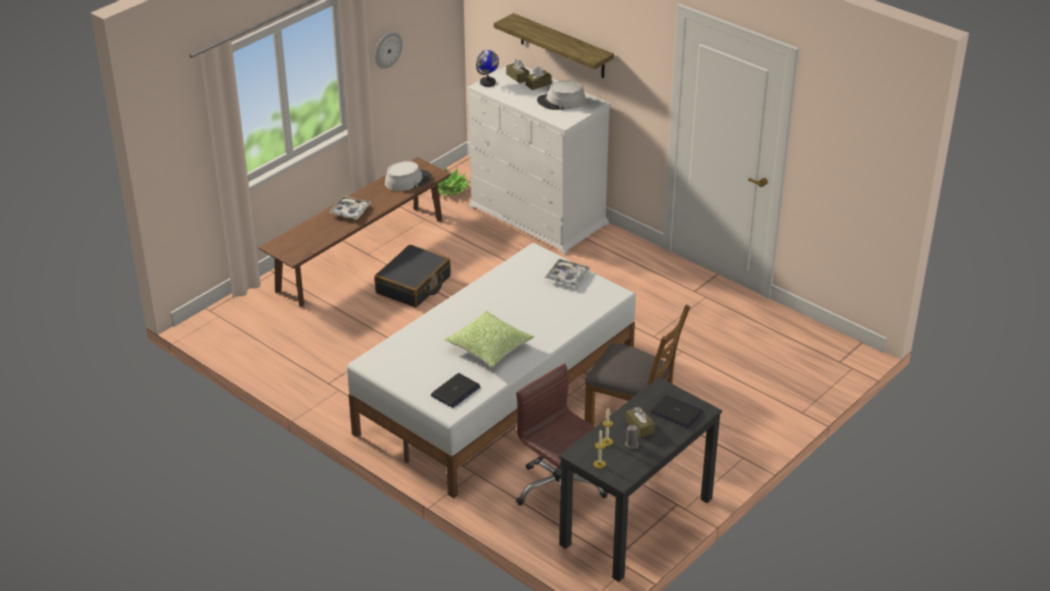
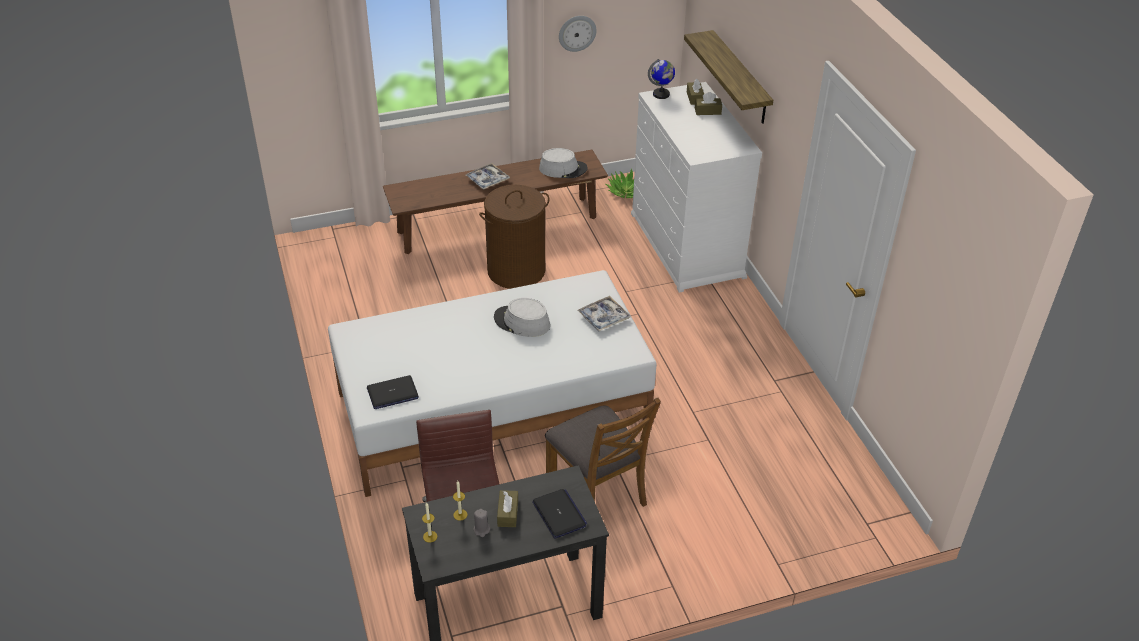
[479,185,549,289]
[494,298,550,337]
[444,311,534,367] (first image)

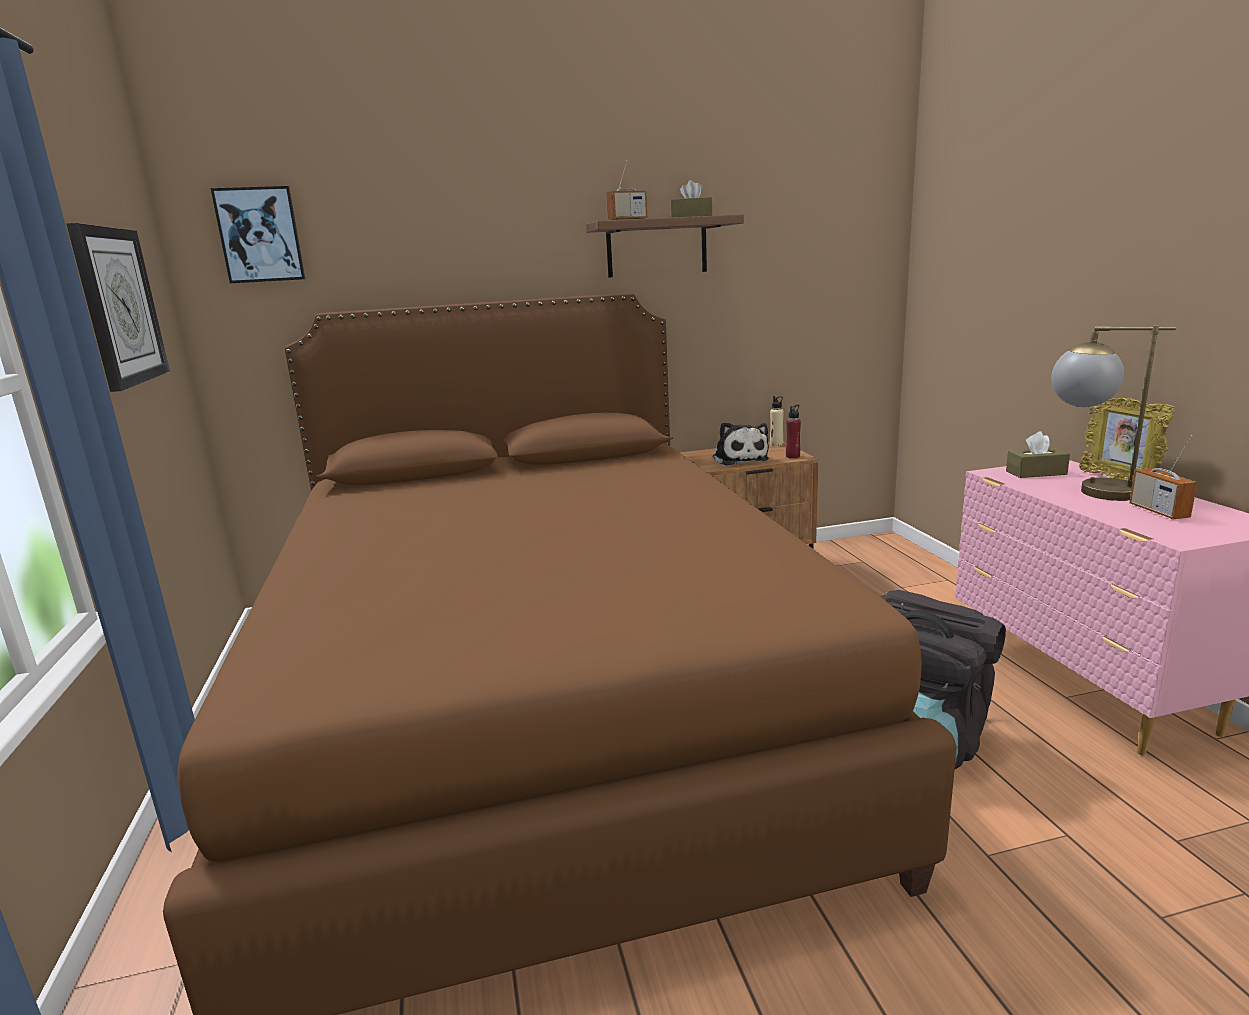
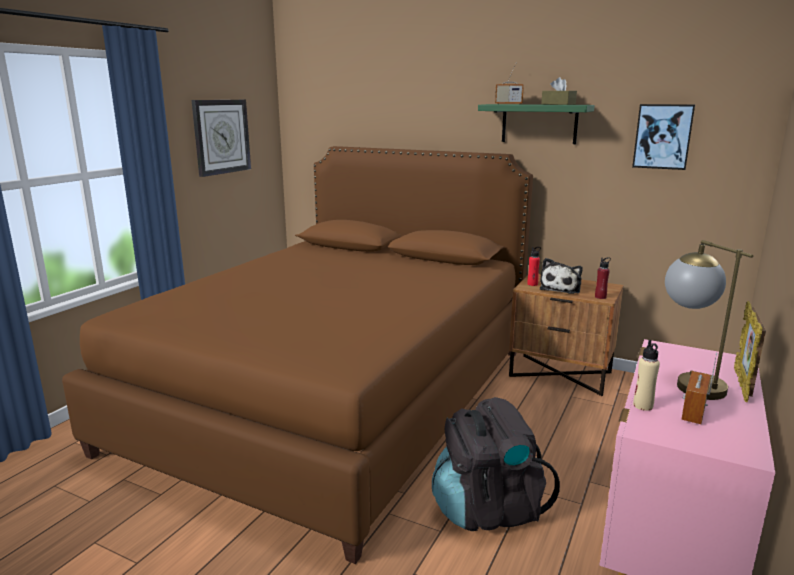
[478,104,595,144]
[527,247,541,286]
[632,104,695,170]
[633,340,660,411]
[1006,431,1070,478] (first image)

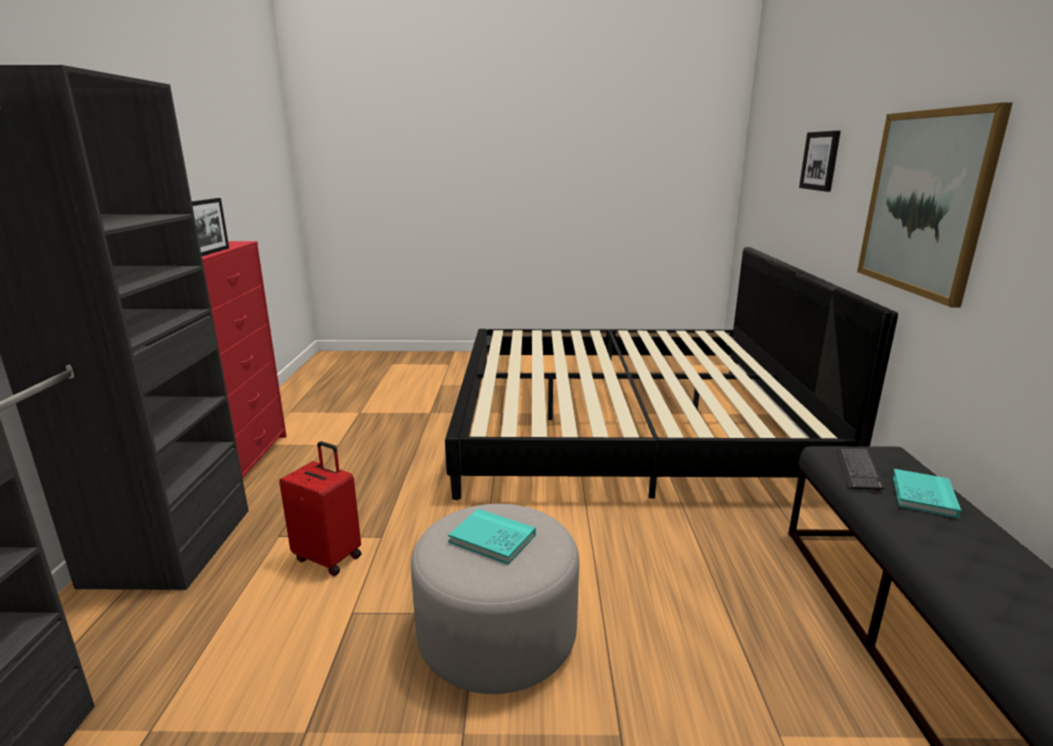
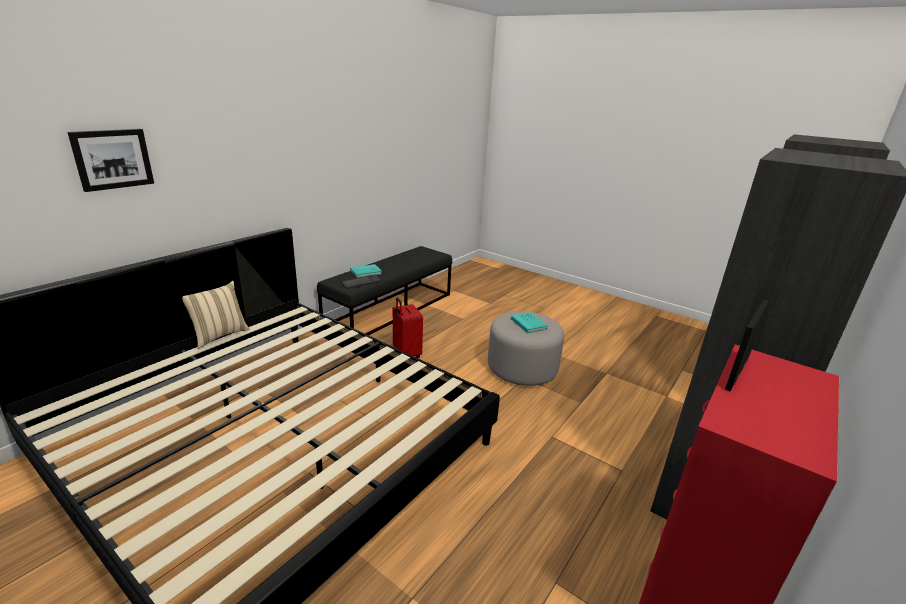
[182,281,250,349]
[393,297,423,358]
[857,102,1013,308] (first image)

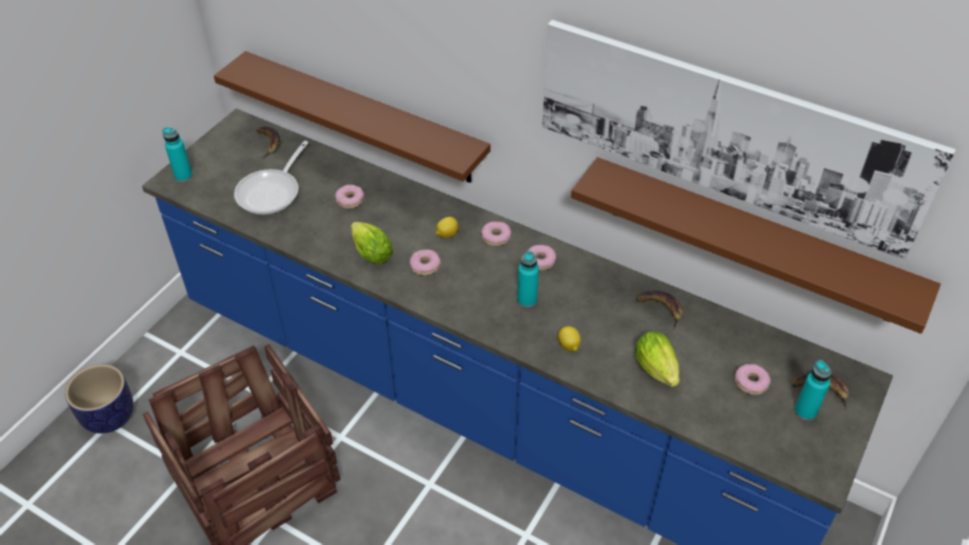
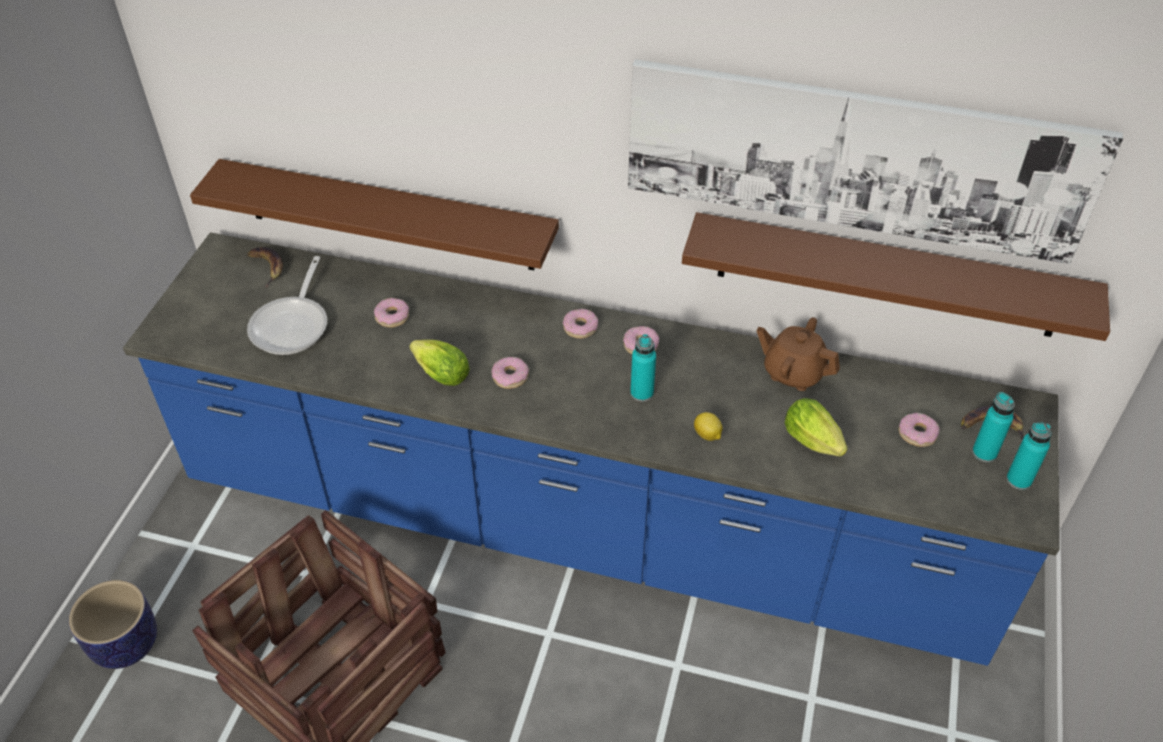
[757,317,840,391]
[1006,423,1052,490]
[436,217,459,238] (first image)

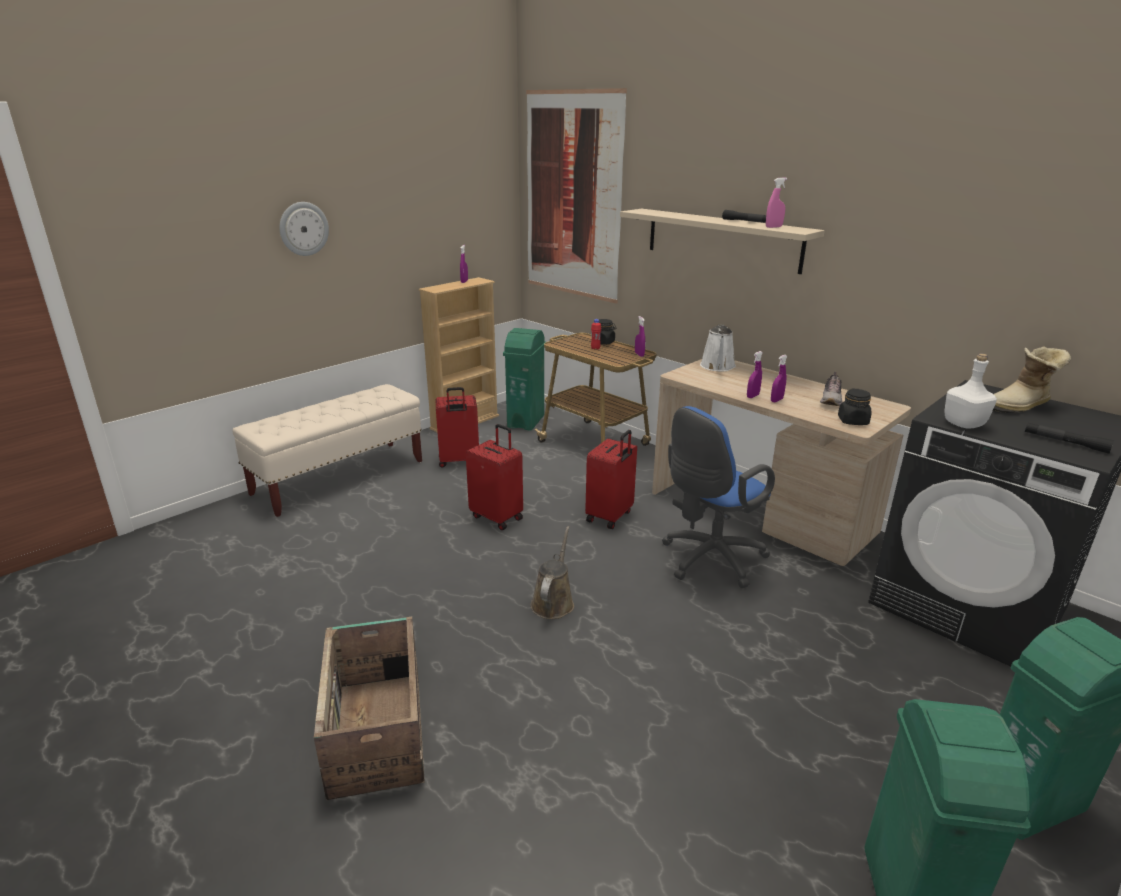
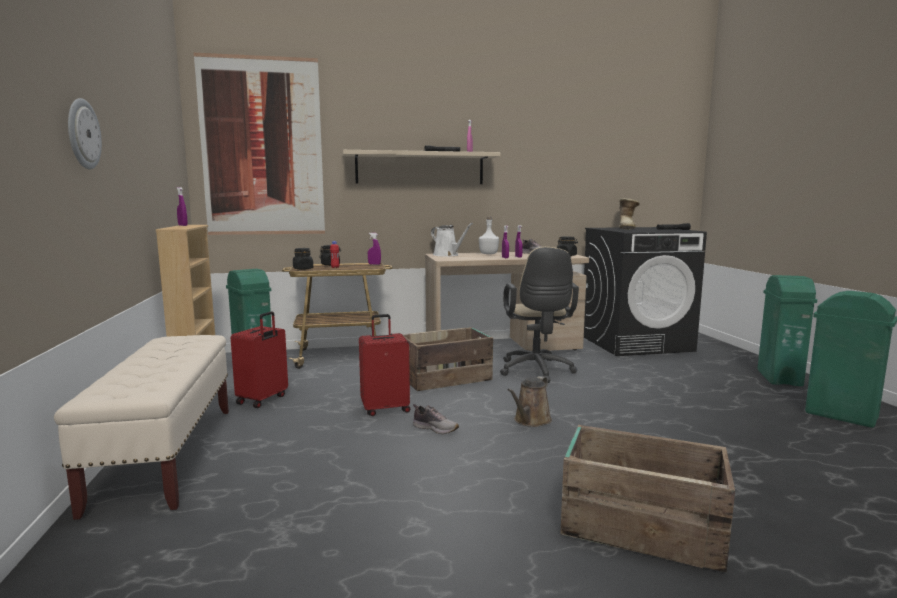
[293,248,313,270]
[402,327,493,391]
[413,404,459,434]
[479,217,499,254]
[500,247,579,383]
[508,376,552,427]

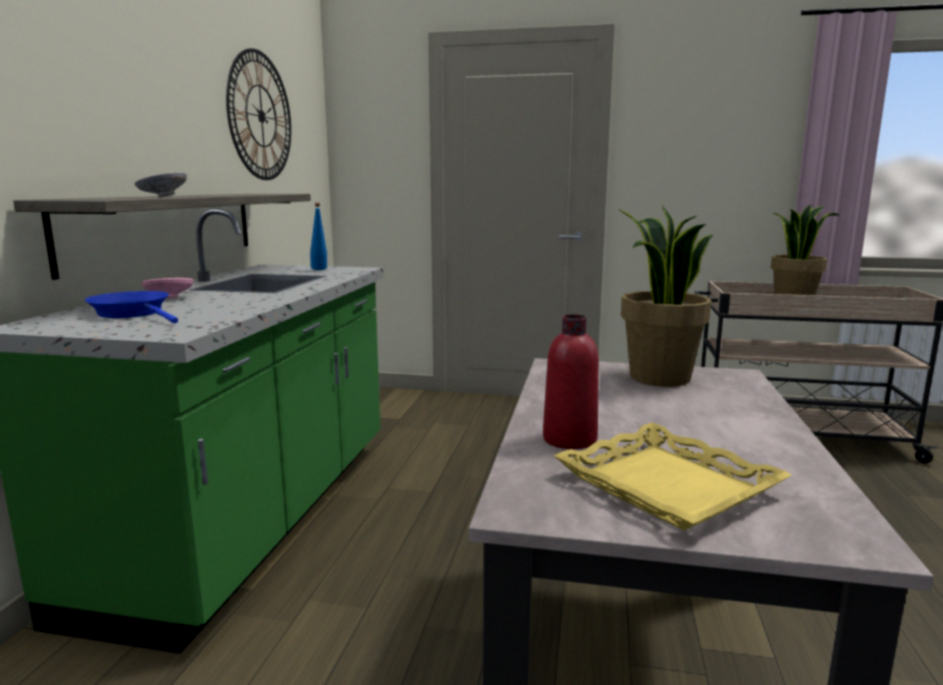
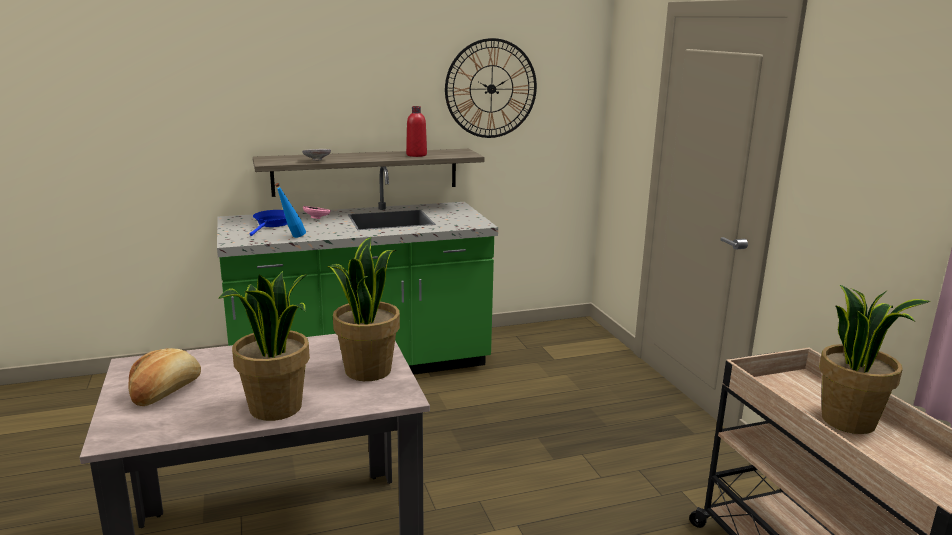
[128,348,201,406]
[219,271,310,421]
[275,183,306,238]
[406,106,427,157]

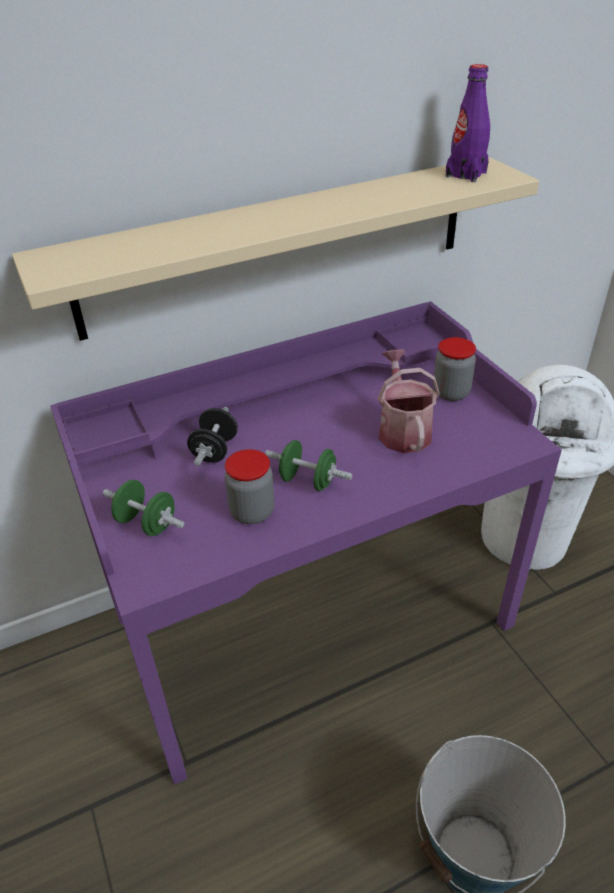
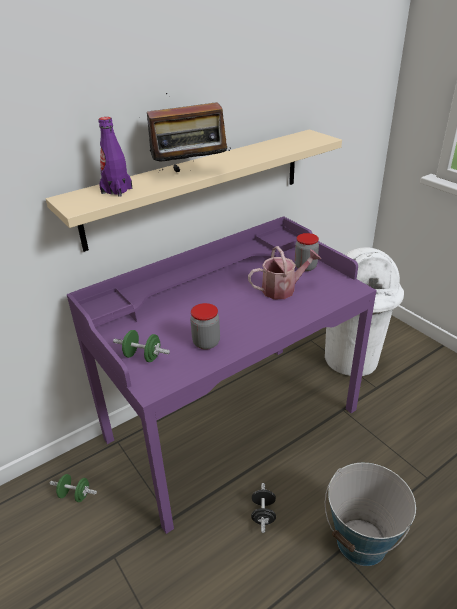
[50,474,97,502]
[98,117,132,197]
[147,93,231,172]
[248,246,321,299]
[251,483,276,533]

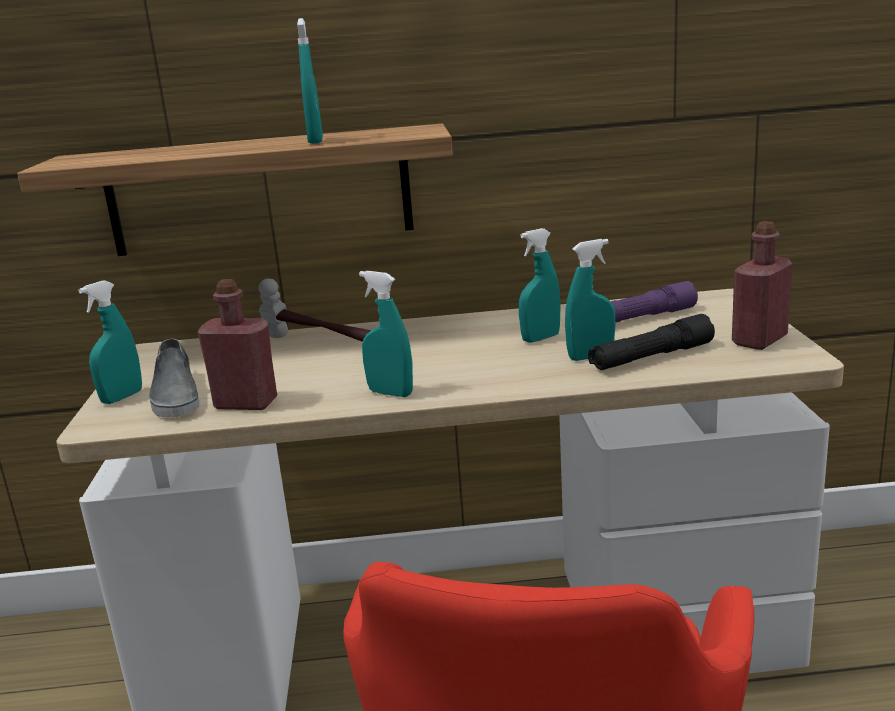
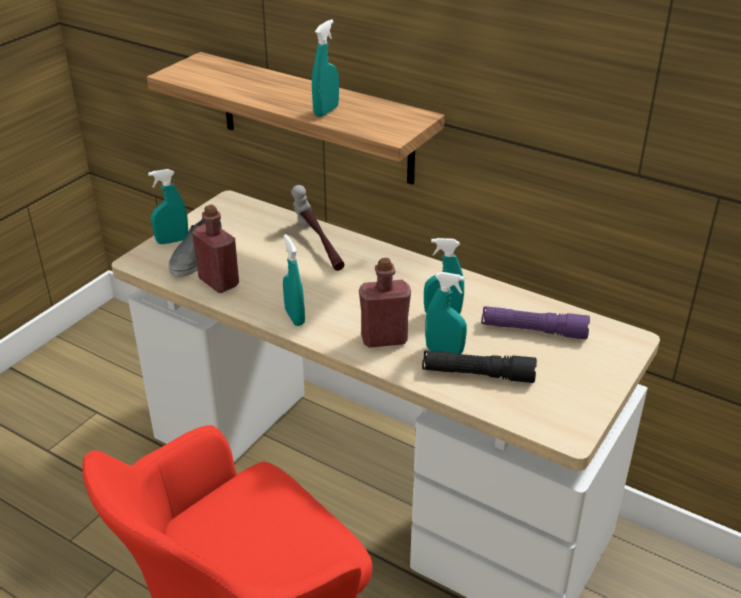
[359,258,411,348]

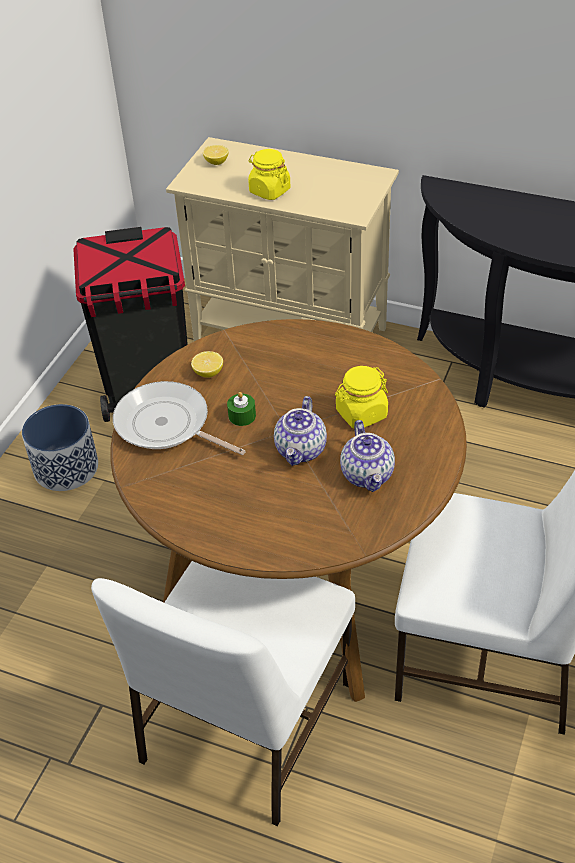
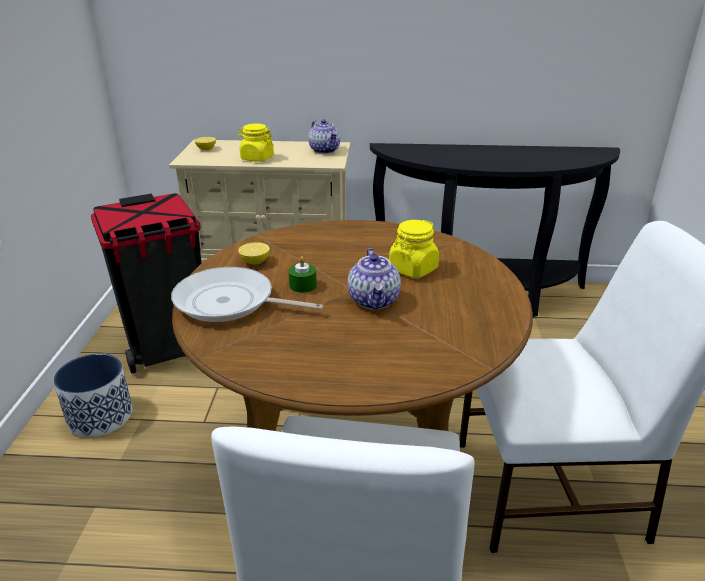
[308,119,340,154]

